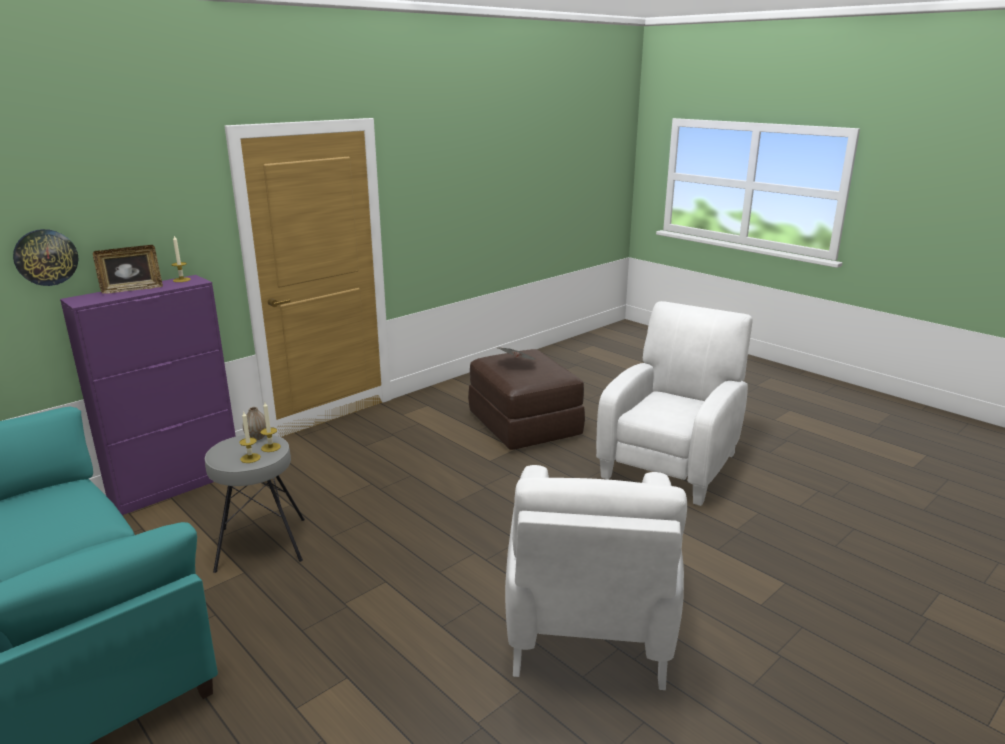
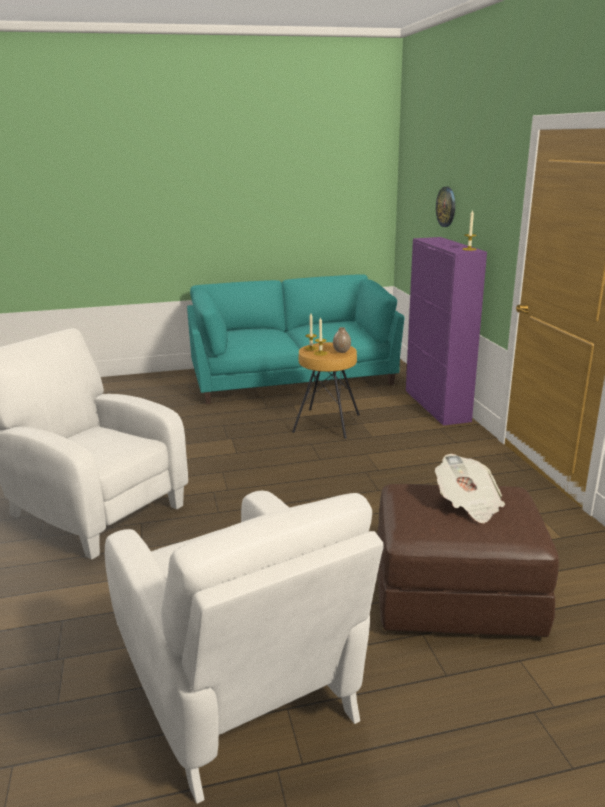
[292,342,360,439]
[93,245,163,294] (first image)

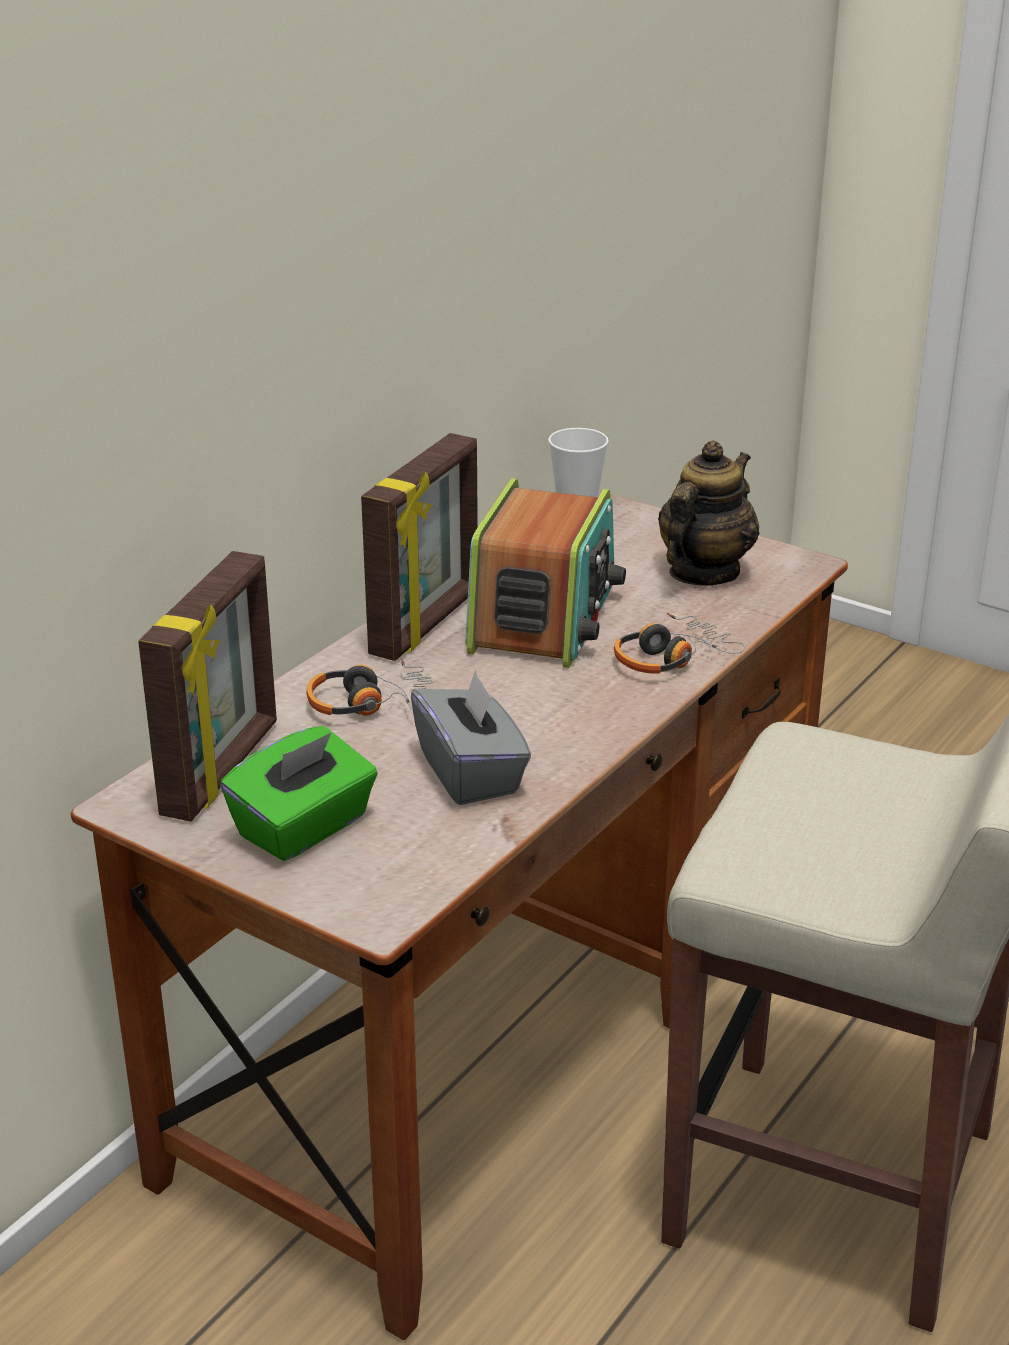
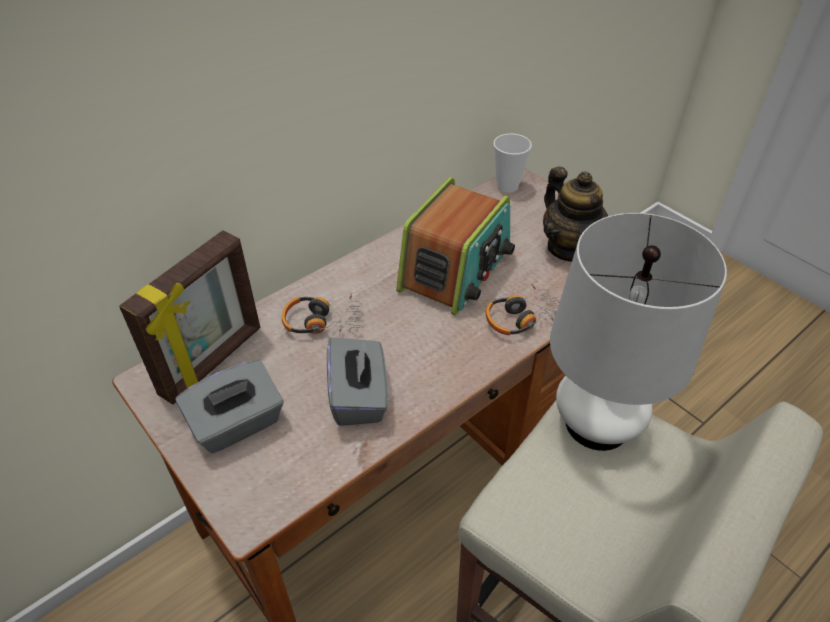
[176,360,284,453]
[543,167,608,262]
[550,213,727,451]
[361,433,478,661] (first image)

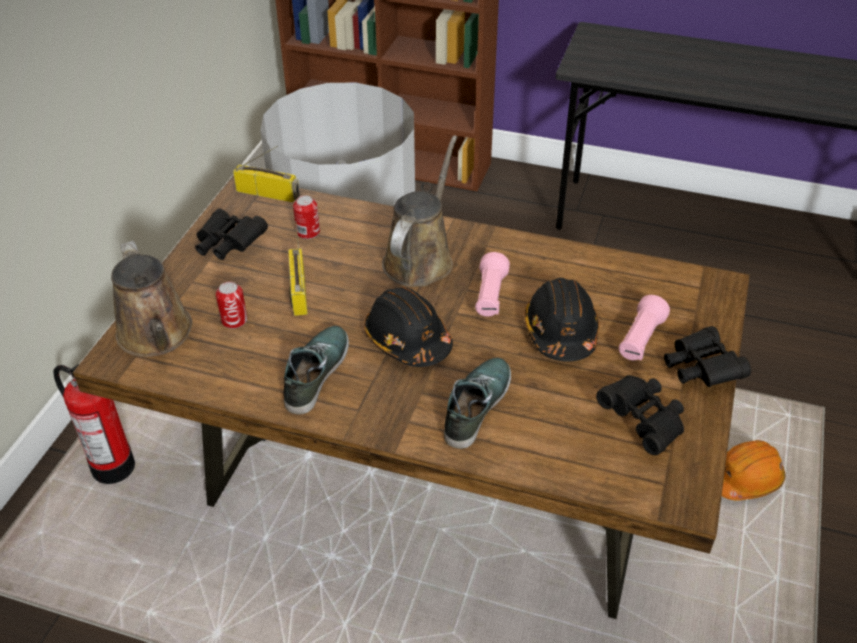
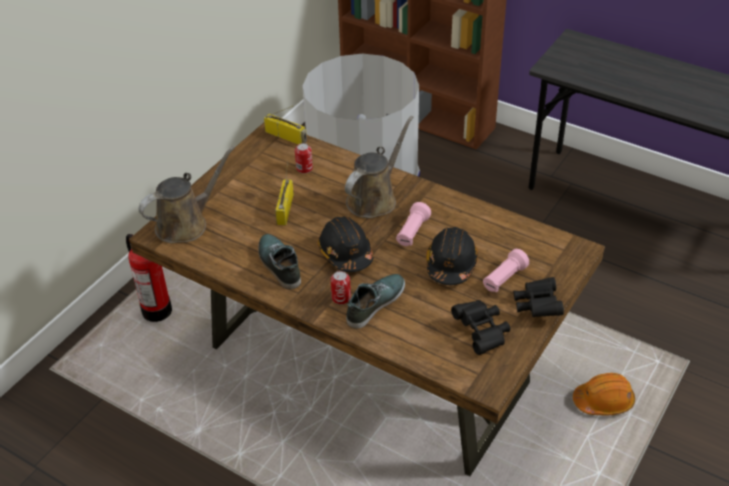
[138,146,235,244]
[258,234,301,289]
[331,271,351,305]
[195,209,268,260] (first image)

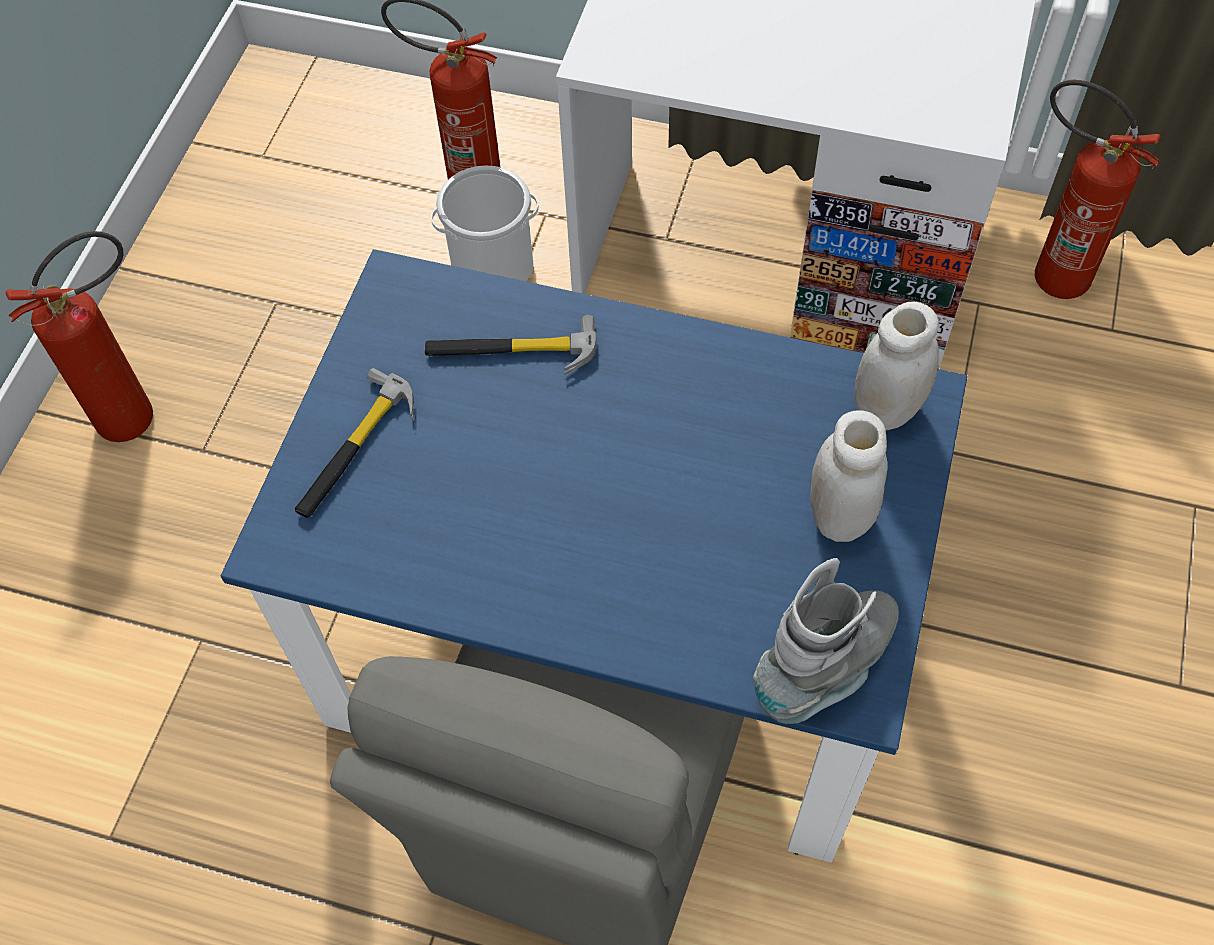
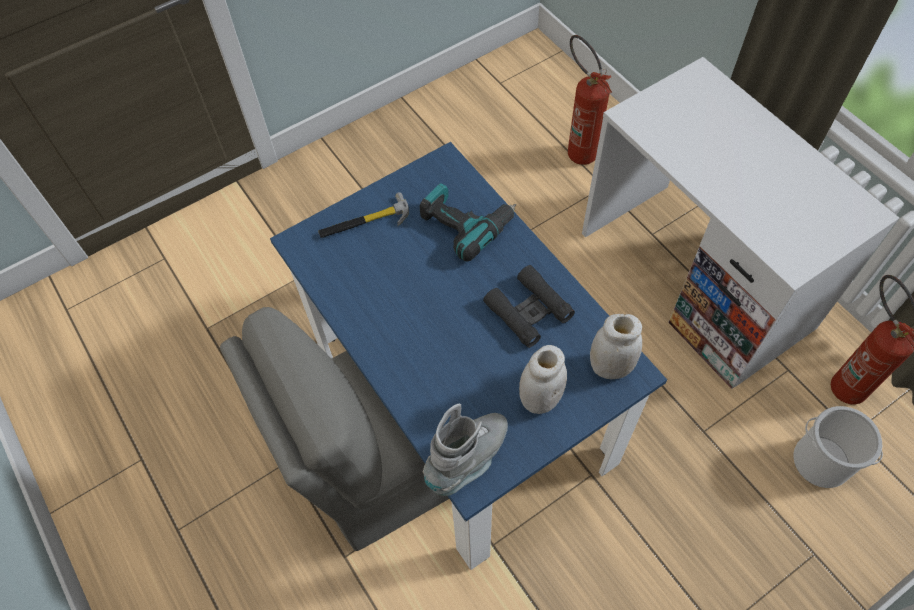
[420,183,516,261]
[423,403,508,496]
[483,265,575,348]
[793,406,883,488]
[5,231,153,442] (first image)

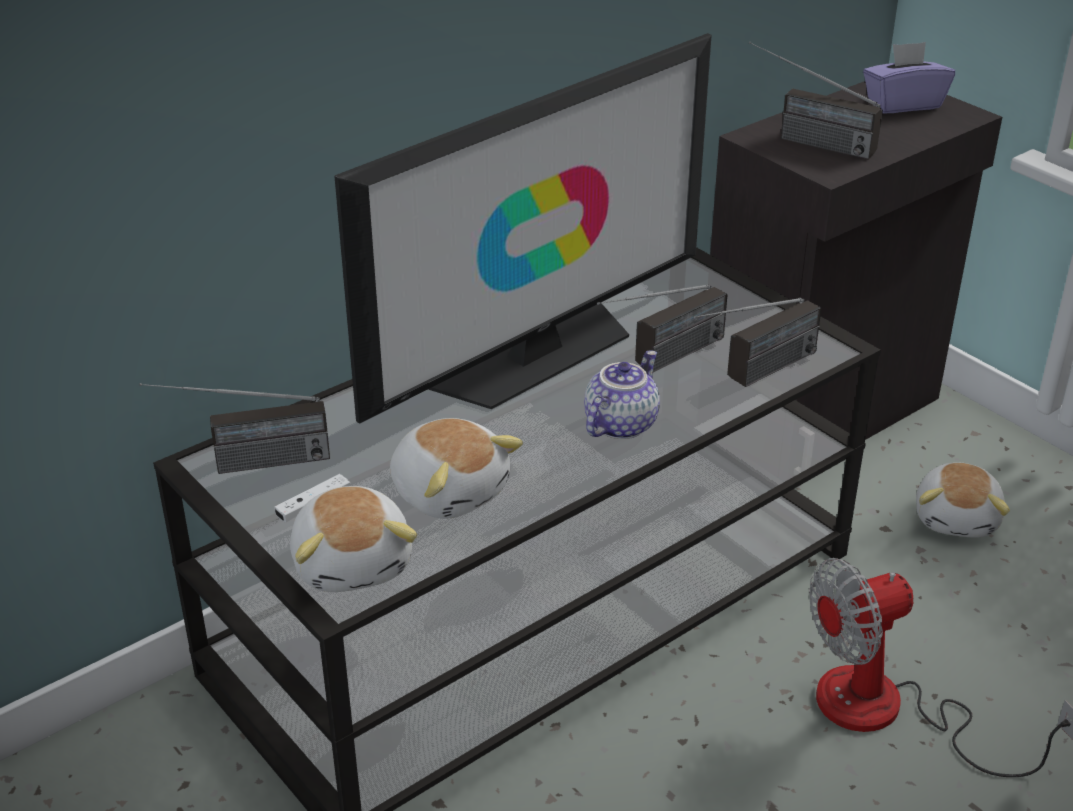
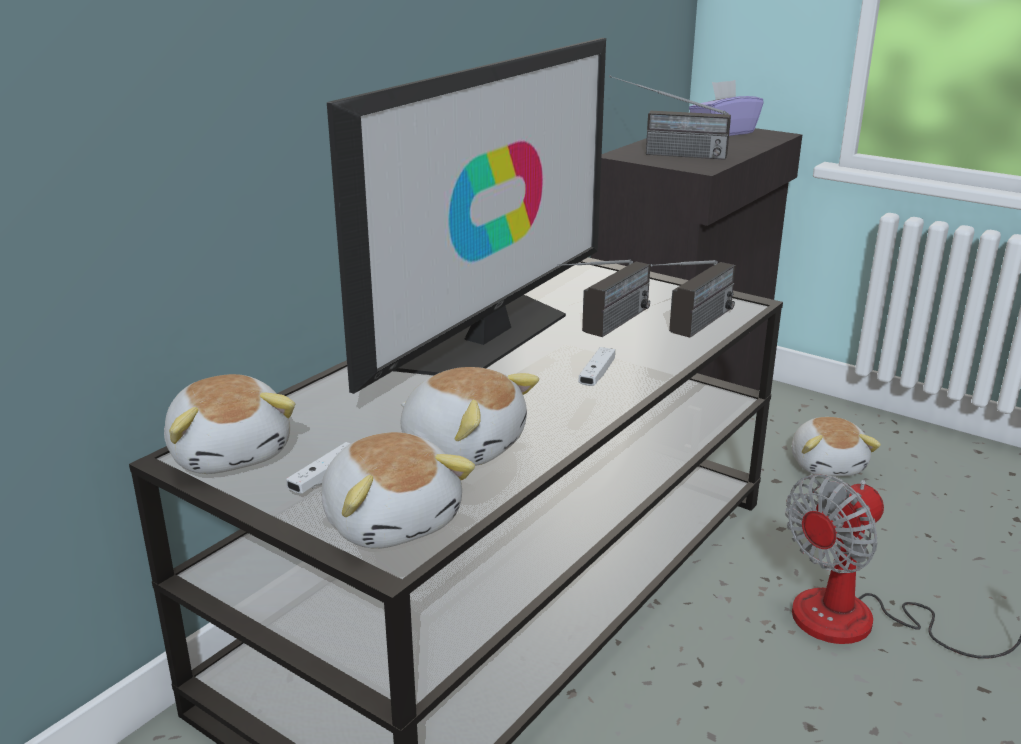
[164,374,295,474]
[578,347,615,386]

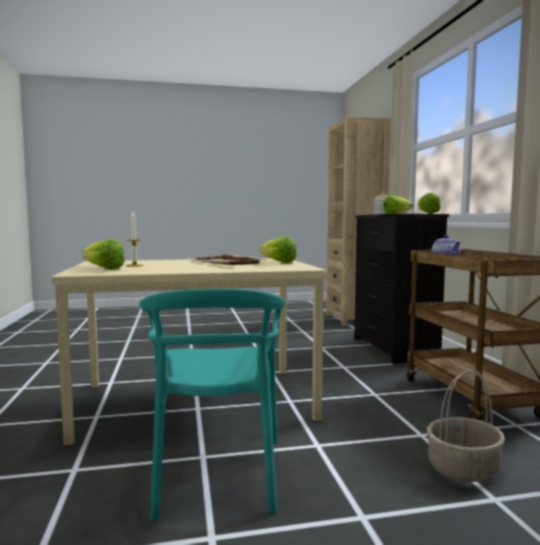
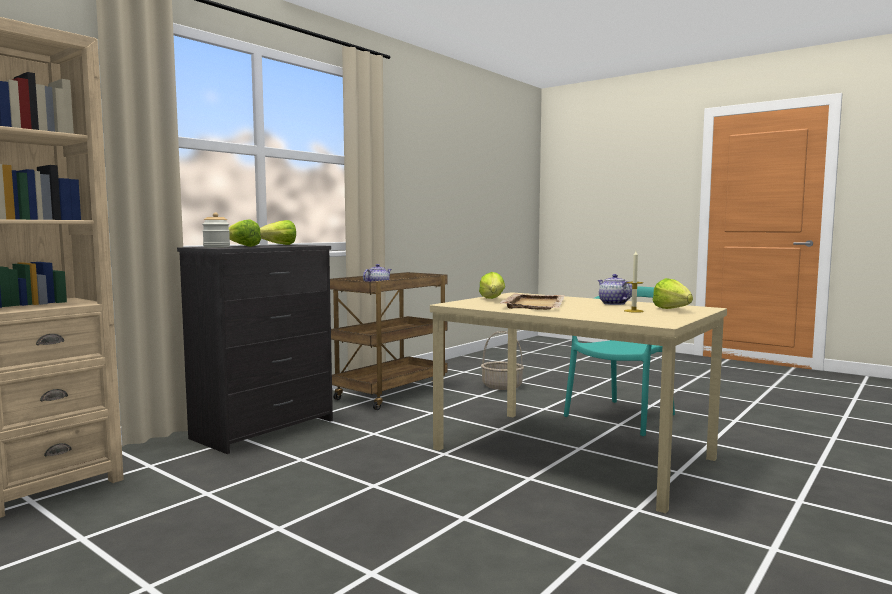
[598,274,632,305]

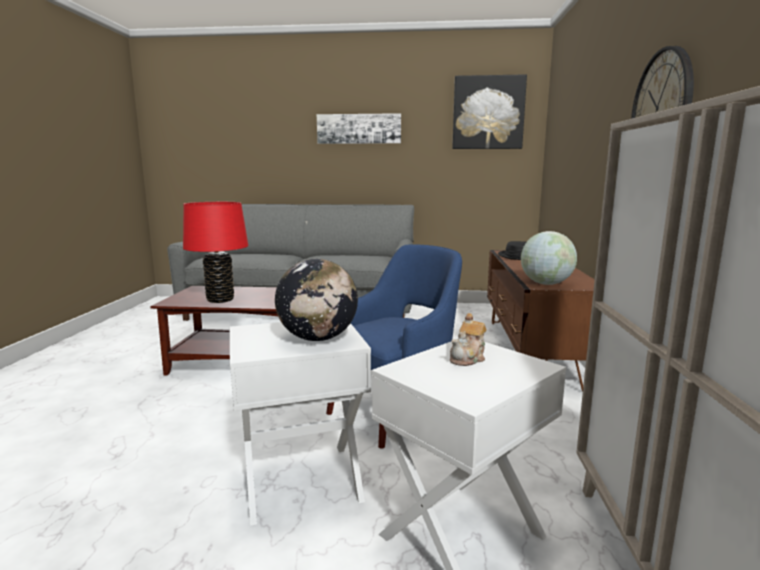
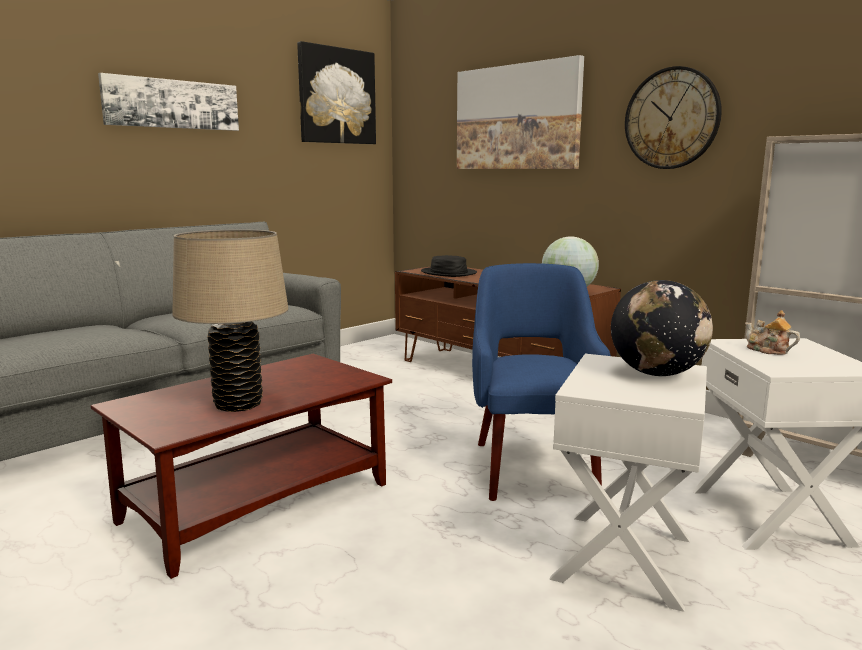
[172,230,288,412]
[457,55,584,169]
[745,310,800,355]

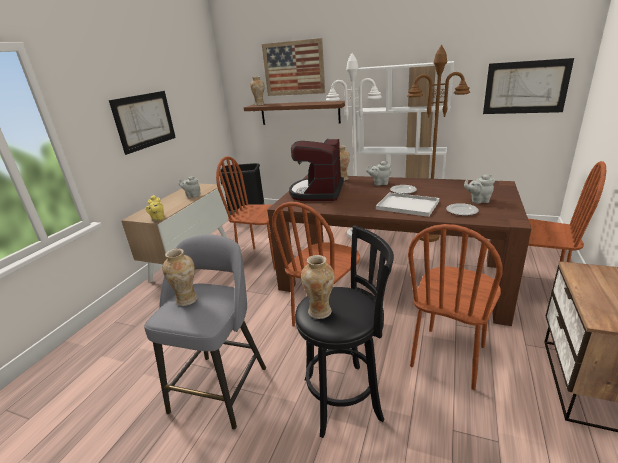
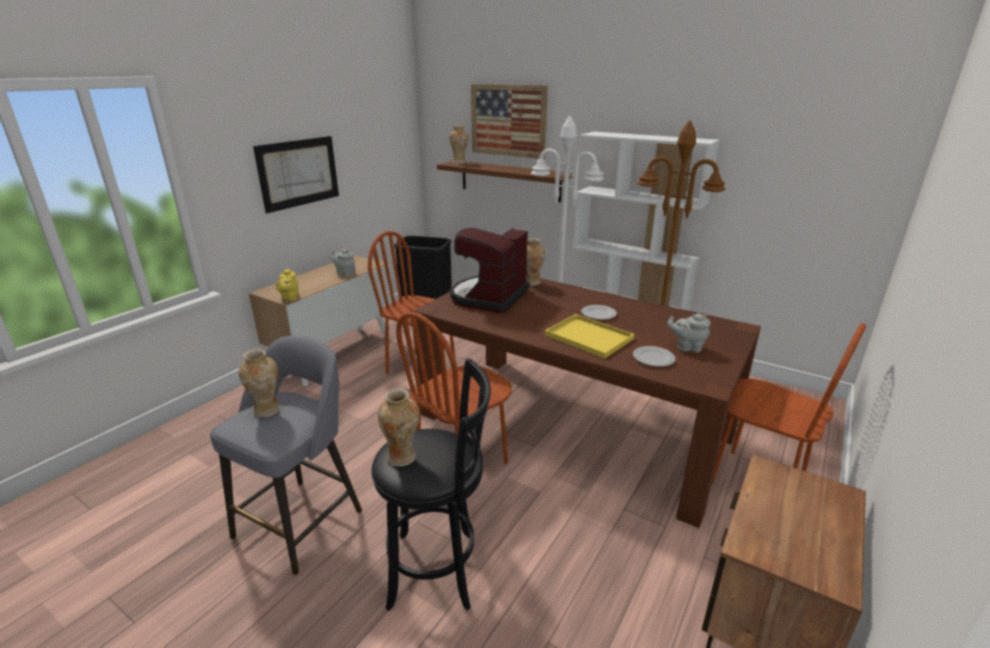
[545,314,635,358]
[366,161,391,186] (first image)
[408,224,503,390] (first image)
[483,58,574,114] (first image)

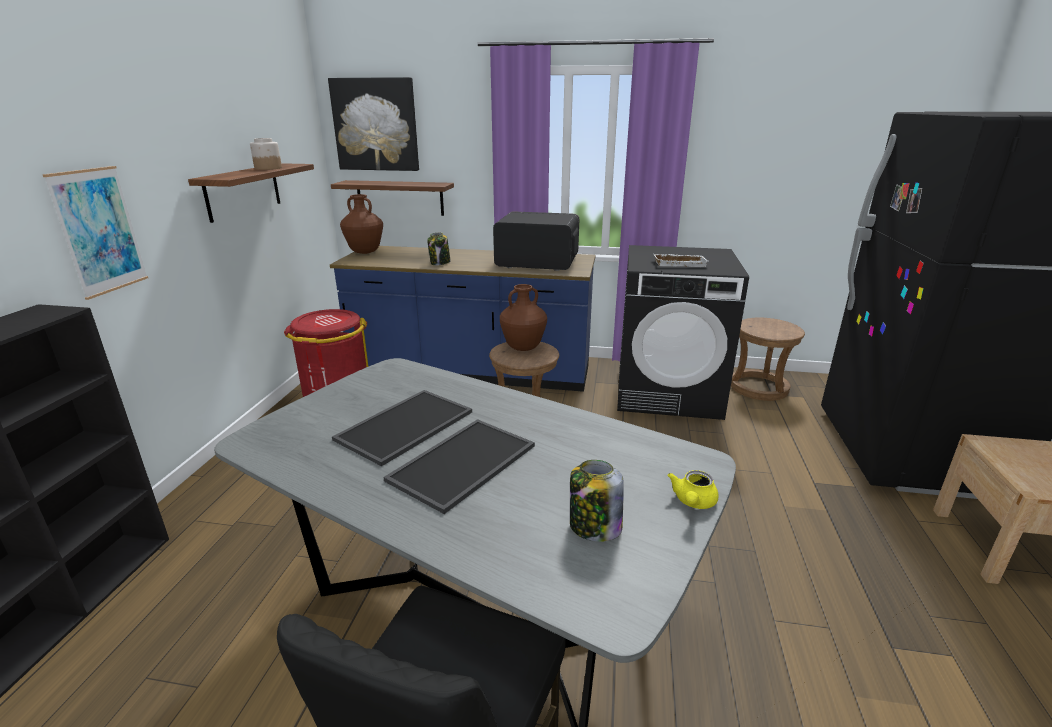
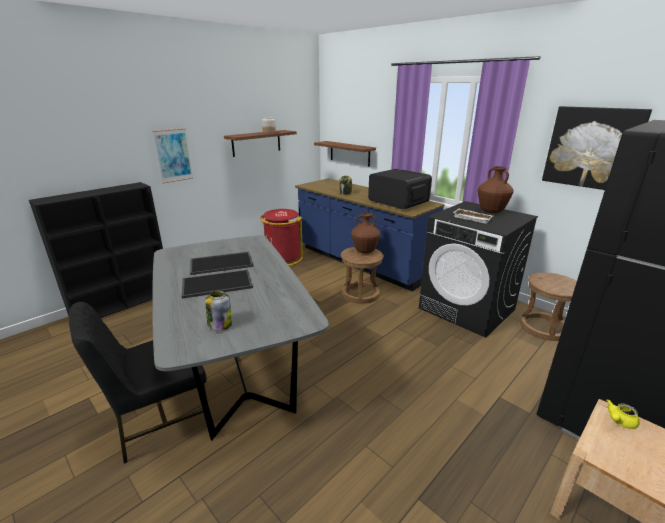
[478,166,514,213]
[542,106,652,190]
[606,399,640,429]

